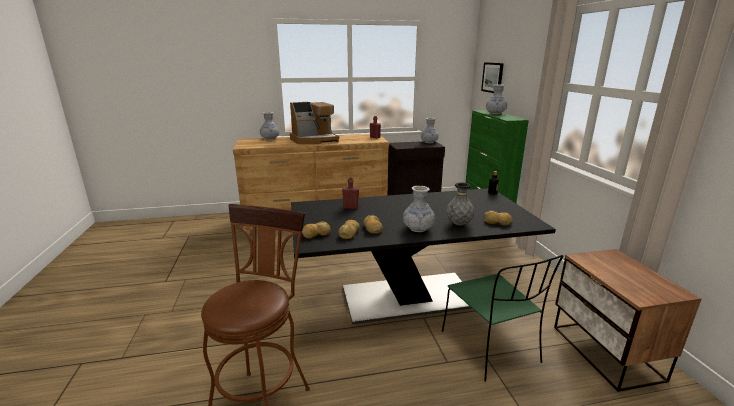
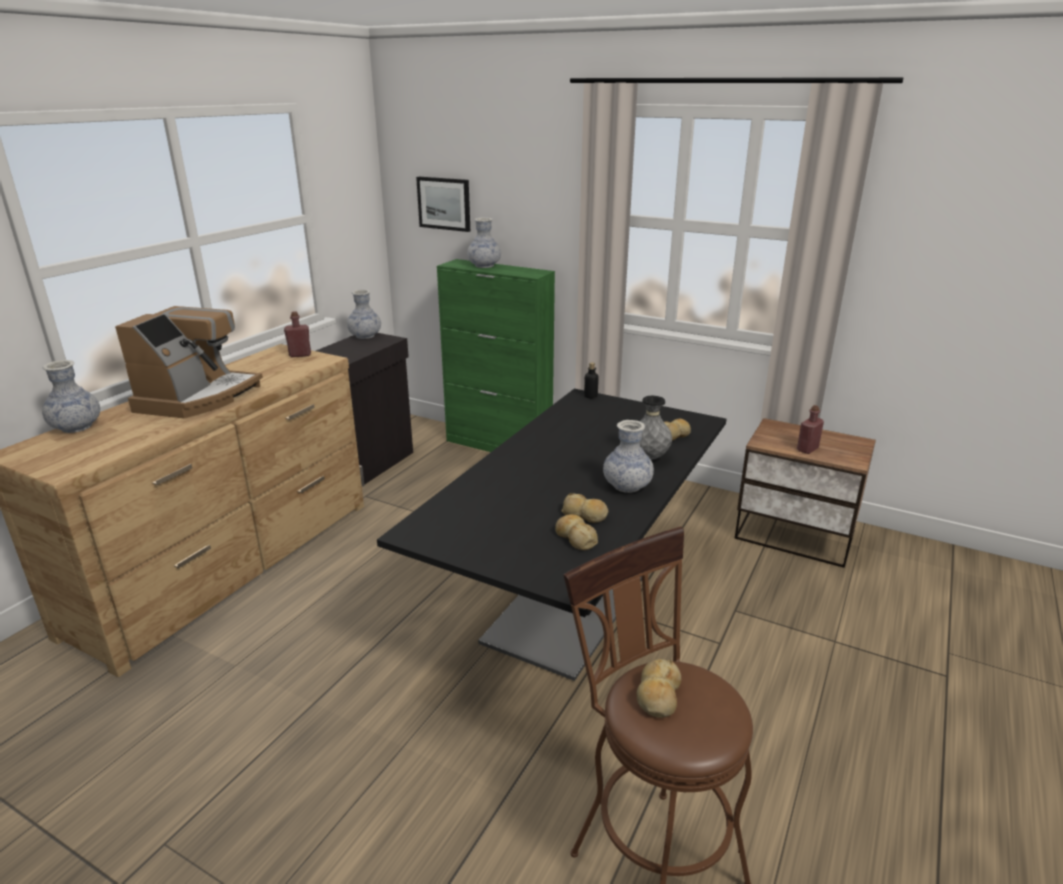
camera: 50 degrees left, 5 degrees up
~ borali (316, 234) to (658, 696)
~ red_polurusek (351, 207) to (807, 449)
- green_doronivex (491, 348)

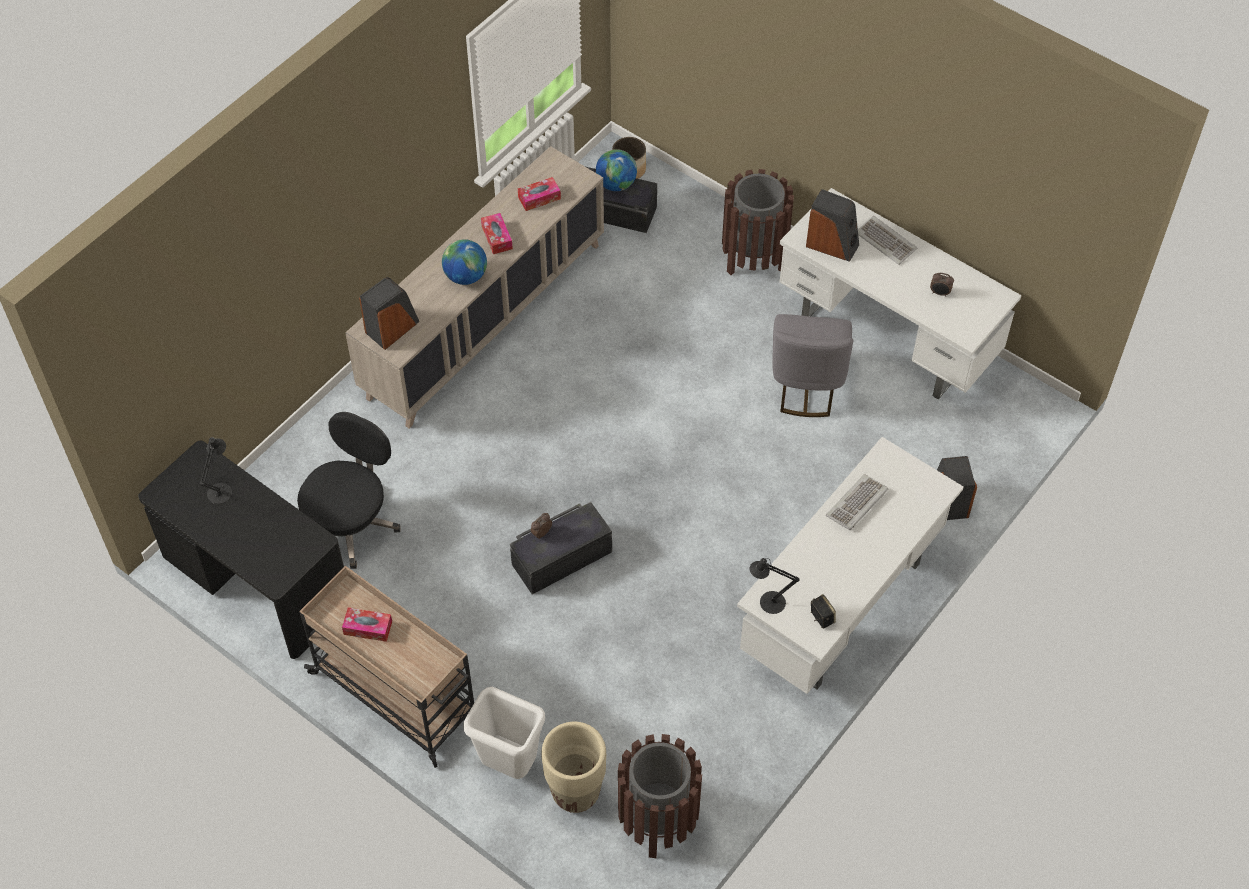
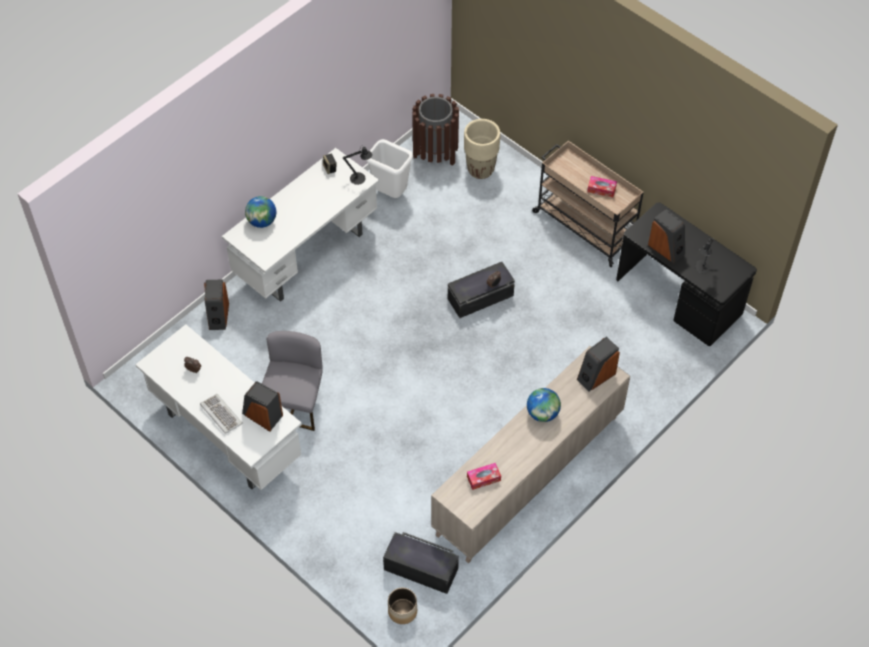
camera: 175 degrees left, 0 degrees up
~ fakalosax (616, 184) to (262, 221)
~ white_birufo (508, 764) to (391, 194)
+ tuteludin (666, 248)
- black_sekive (351, 522)
- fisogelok (497, 237)
- brown_birufo (753, 257)
- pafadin (857, 504)

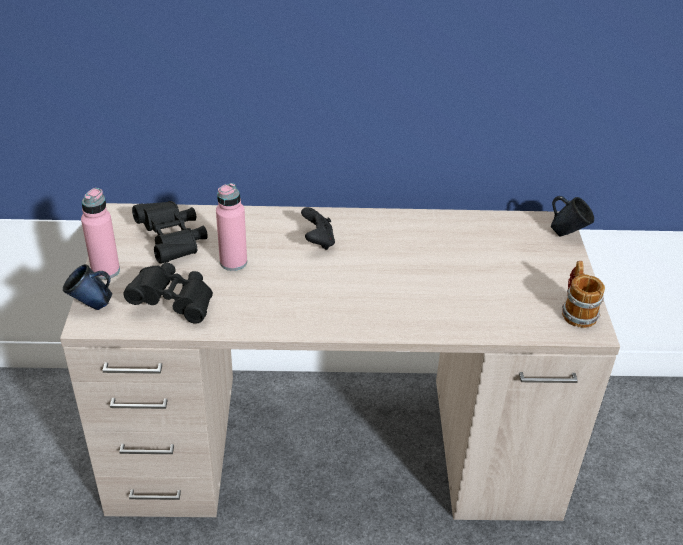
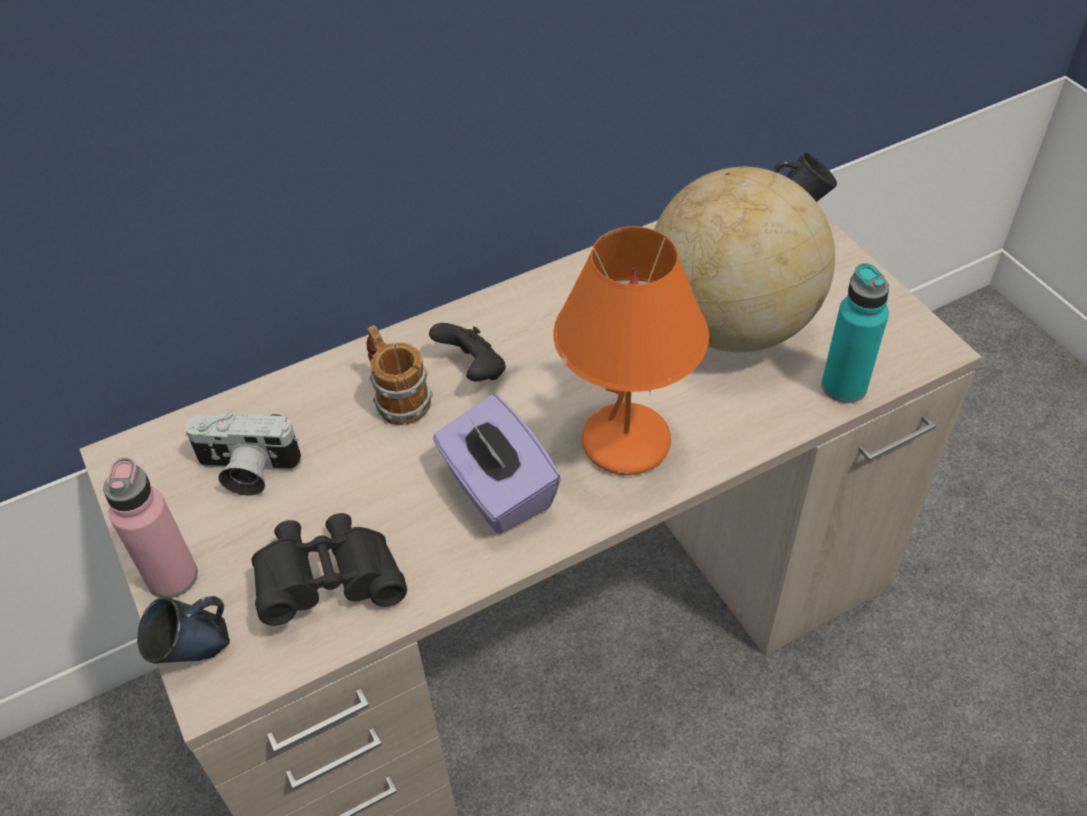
camera: 25 degrees left, 10 degrees up
~ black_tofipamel (173, 241) to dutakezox (246, 471)
~ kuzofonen (576, 311) to (397, 397)
+ purple_fisogelok (497, 490)
+ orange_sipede (626, 441)
+ fakalosax (730, 324)
+ turquoise_polurusek (844, 386)
- pink_polurusek (233, 262)

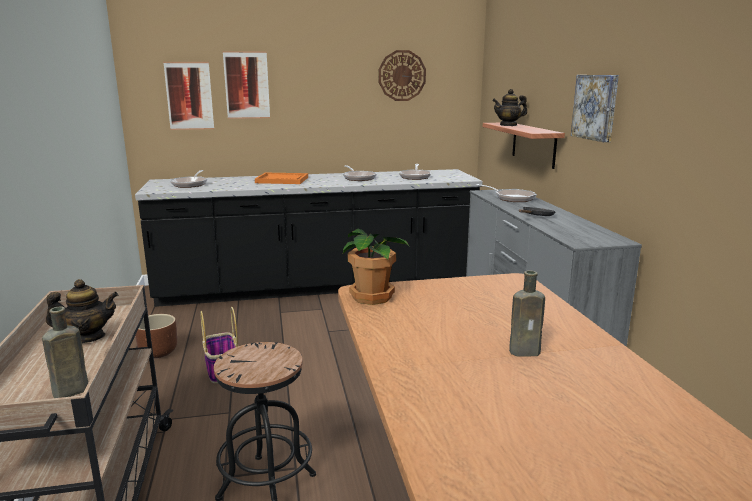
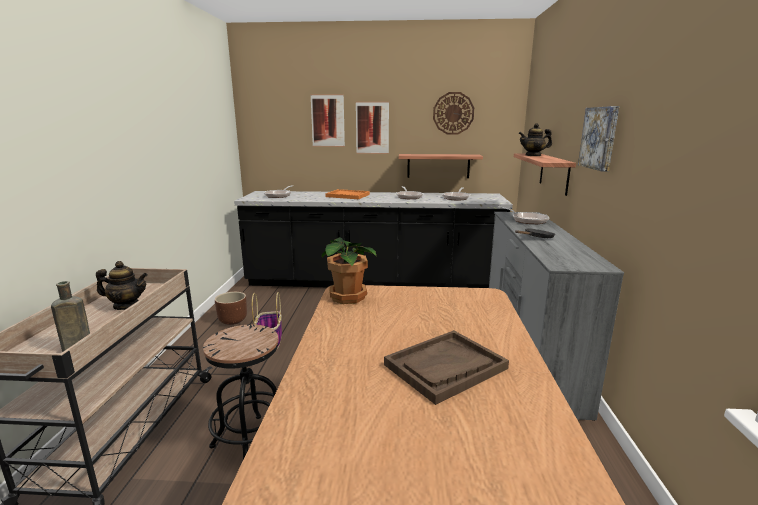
camera: 15 degrees right, 0 degrees up
~ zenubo (189, 96) to (372, 128)
~ brown_polurusek (527, 352) to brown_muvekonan (445, 367)
+ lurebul (438, 166)

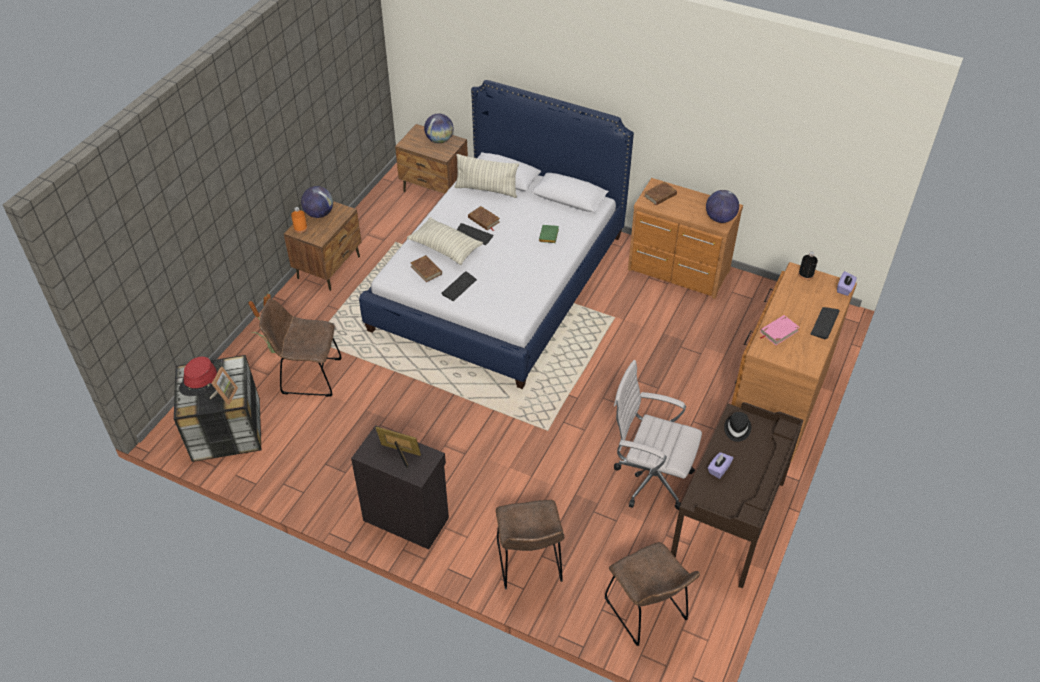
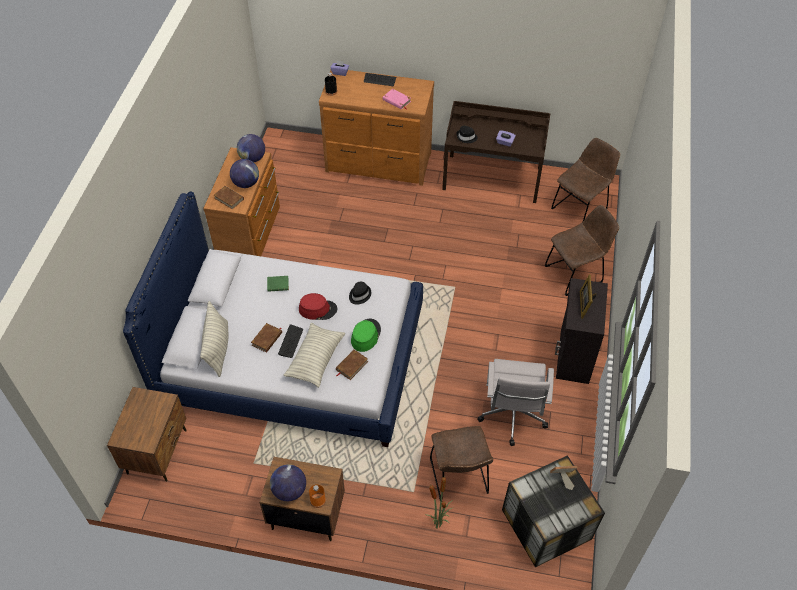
camera: 105 degrees left, 5 degrees up
~ fakalosax (439, 140) to (246, 183)
~ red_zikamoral (198, 380) to (318, 309)
+ black_zikamoral (359, 295)
~ pafadin (459, 287) to green_zikamoral (365, 335)
~ white_sekive (649, 478) to (512, 418)

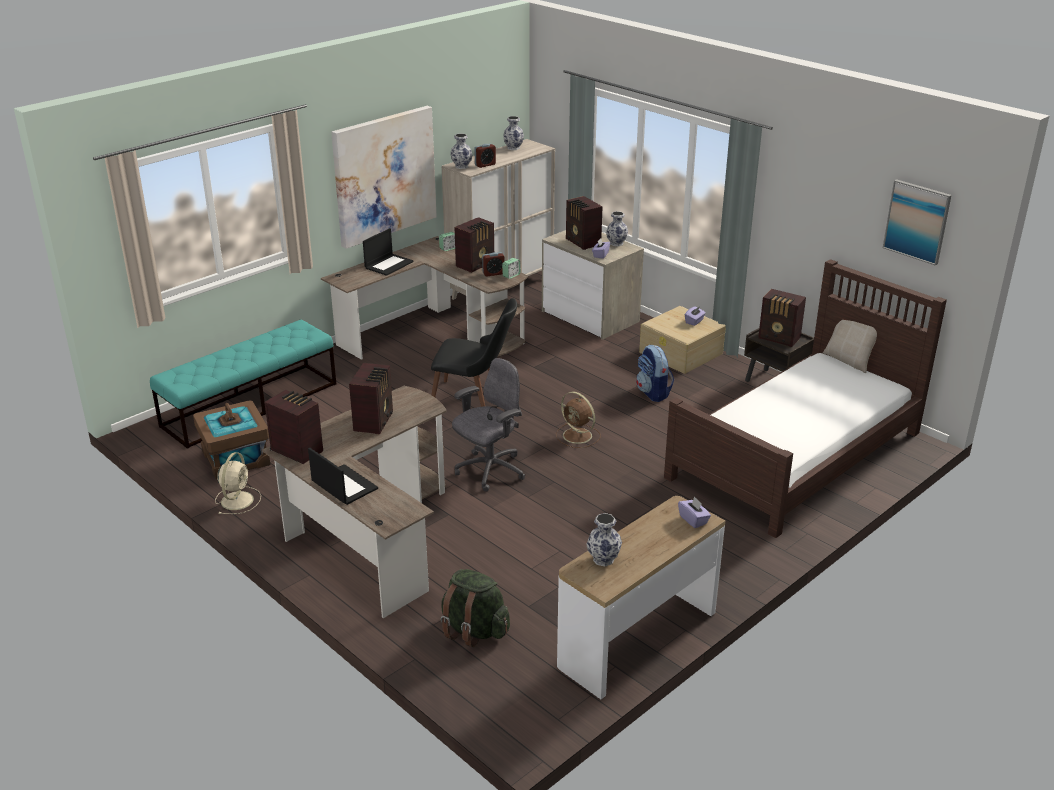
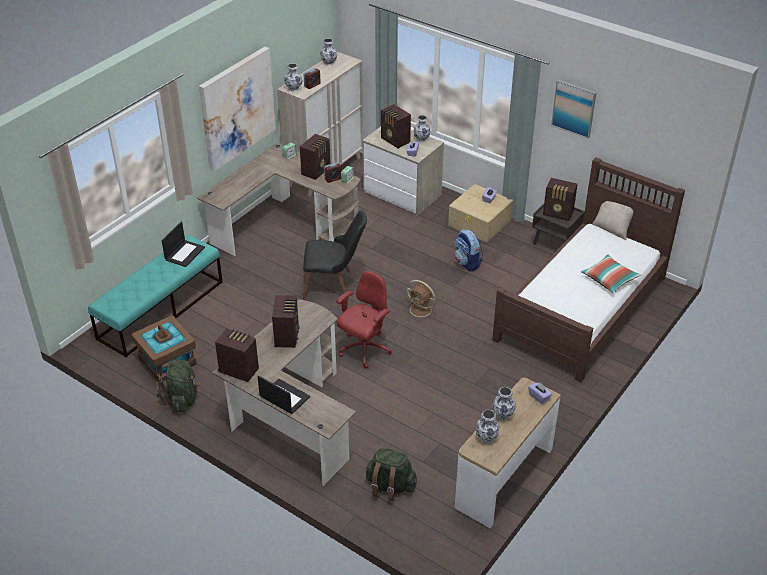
camera: 10 degrees left, 10 degrees up
~ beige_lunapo (238, 500) to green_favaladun (182, 399)
~ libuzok (389, 264) to (184, 253)
~ grey_sekive (489, 471) to red_sekive (364, 349)
+ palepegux (503, 415)
~ zenubo (917, 221) to (574, 108)
+ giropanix (609, 279)

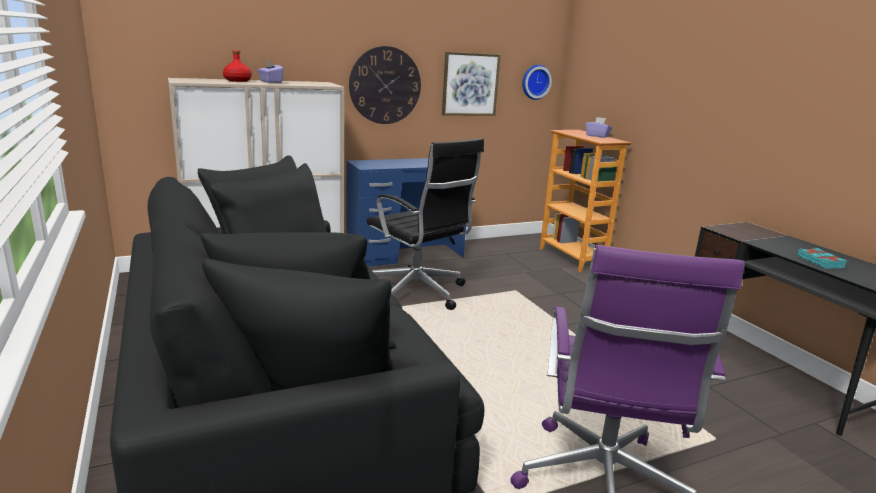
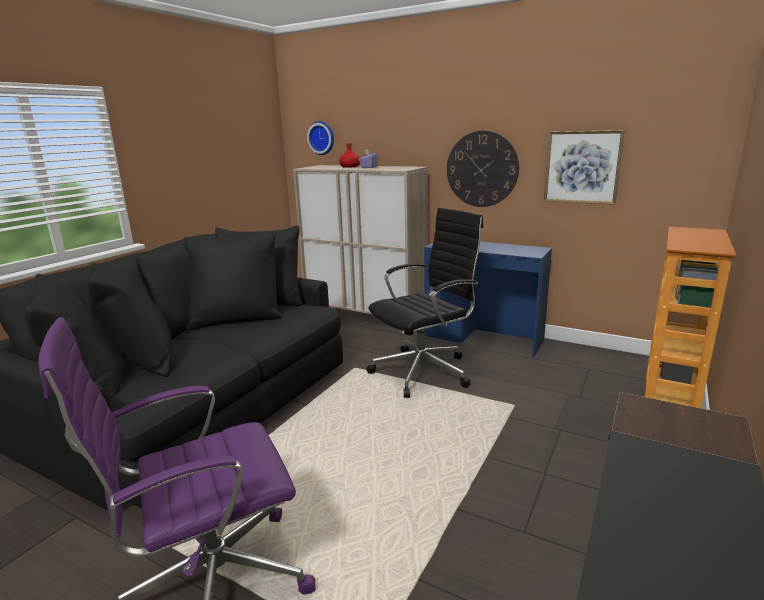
camera: 55 degrees right, 0 degrees up
~ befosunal (535, 82) to (322, 138)
~ black_sekive (418, 293) = (425, 371) 135 degrees counterclockwise
- purple_fisogelok (597, 136)
- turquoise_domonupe (820, 262)

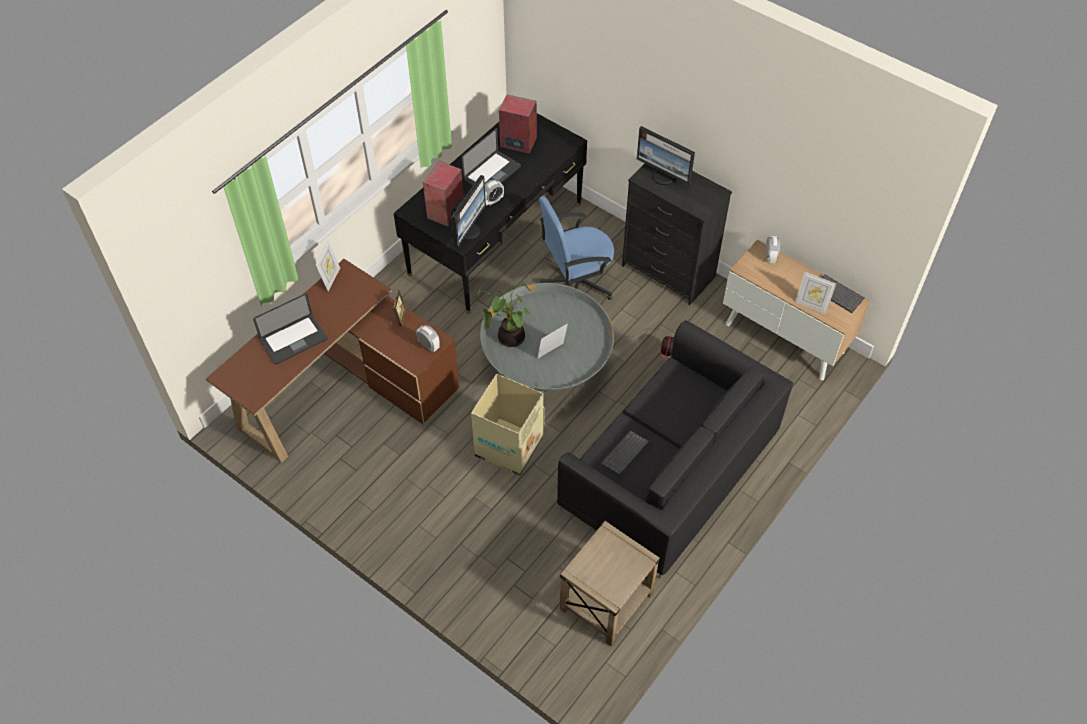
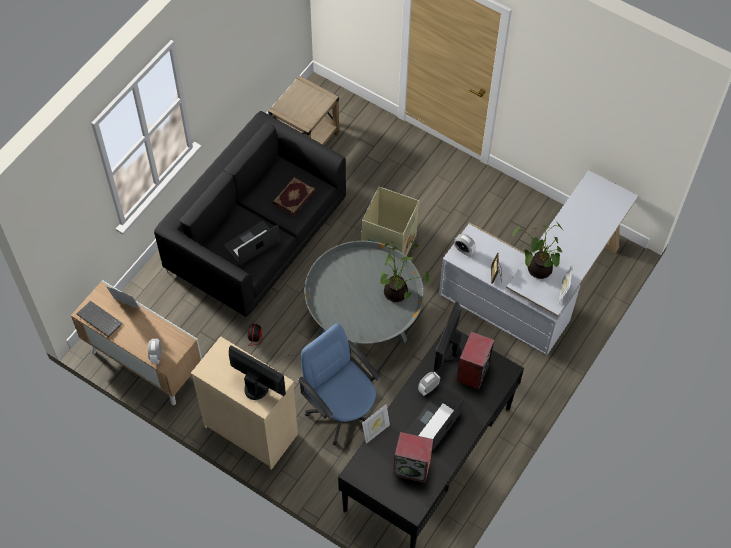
camera: 175 degrees right, 5 degrees up
~ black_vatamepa (668, 271) to beige_vatamepa (251, 430)
~ libuzok (294, 340) to (252, 244)
~ pafadin (625, 454) to domonupe (293, 197)
~ blue_sekive (576, 284) = (342, 410) 105 degrees counterclockwise
~ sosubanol (552, 353) to (375, 432)
~ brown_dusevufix (345, 389) to white_dusevufix (538, 288)
+ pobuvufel (537, 269)

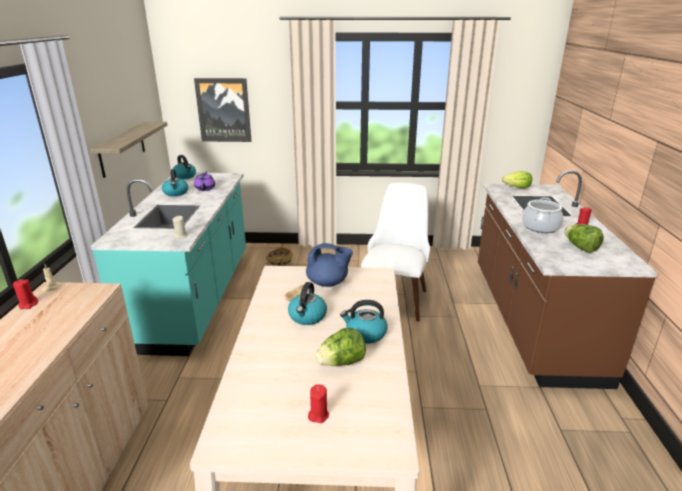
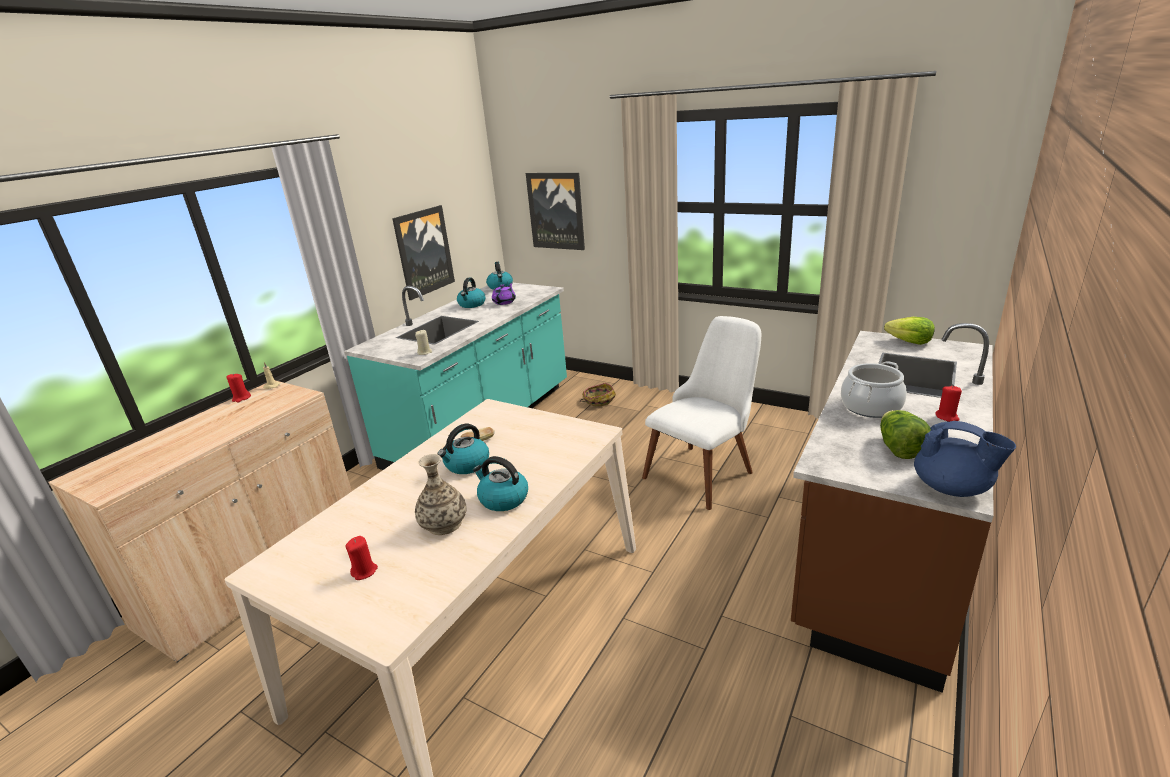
camera: 30 degrees right, 0 degrees up
~ lurebul (122, 148) to zenubo (423, 252)
~ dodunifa (341, 363) to palepegux (444, 524)
~ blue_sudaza (328, 283) to (952, 488)

